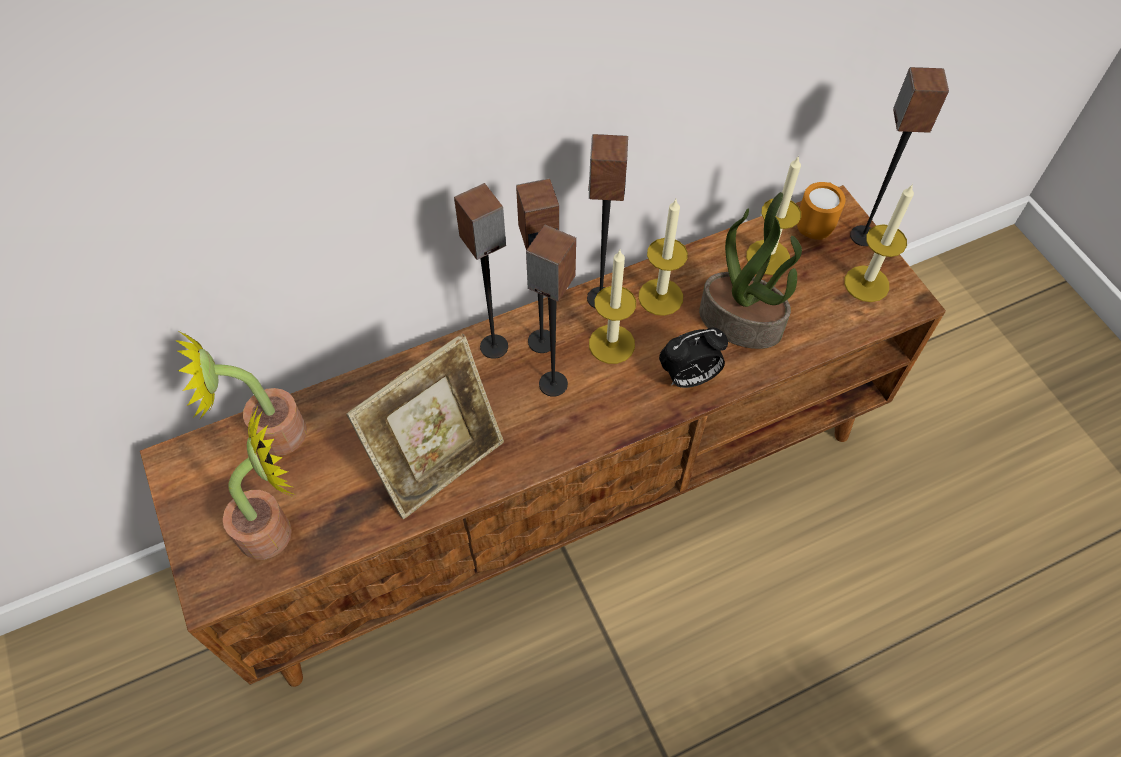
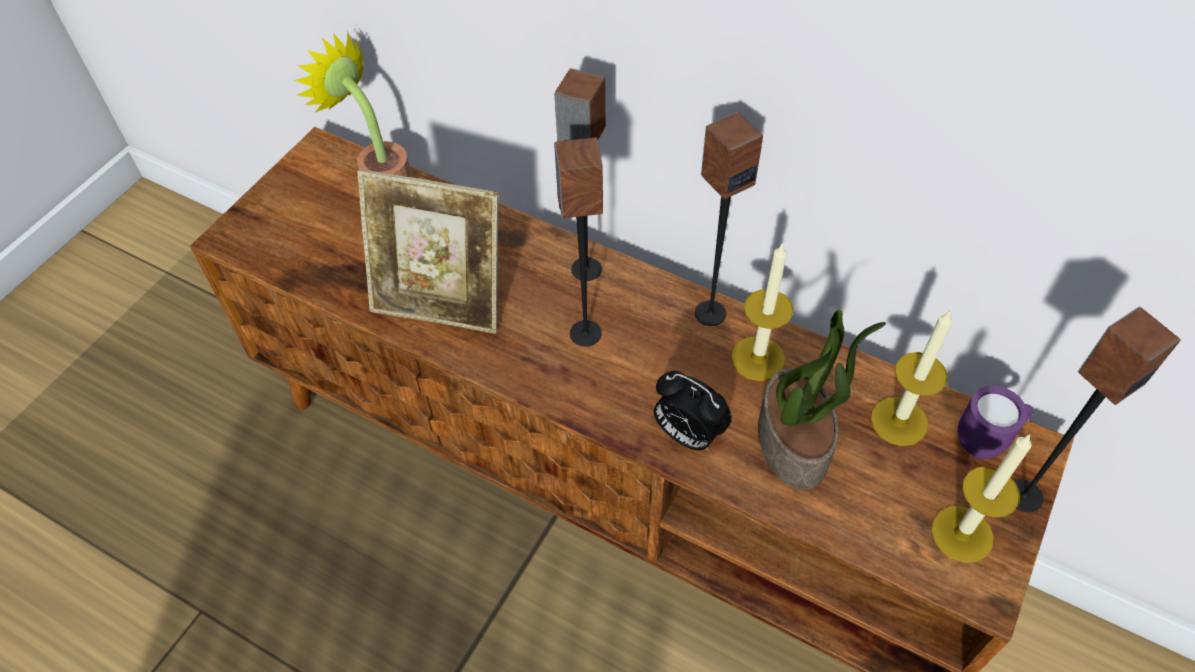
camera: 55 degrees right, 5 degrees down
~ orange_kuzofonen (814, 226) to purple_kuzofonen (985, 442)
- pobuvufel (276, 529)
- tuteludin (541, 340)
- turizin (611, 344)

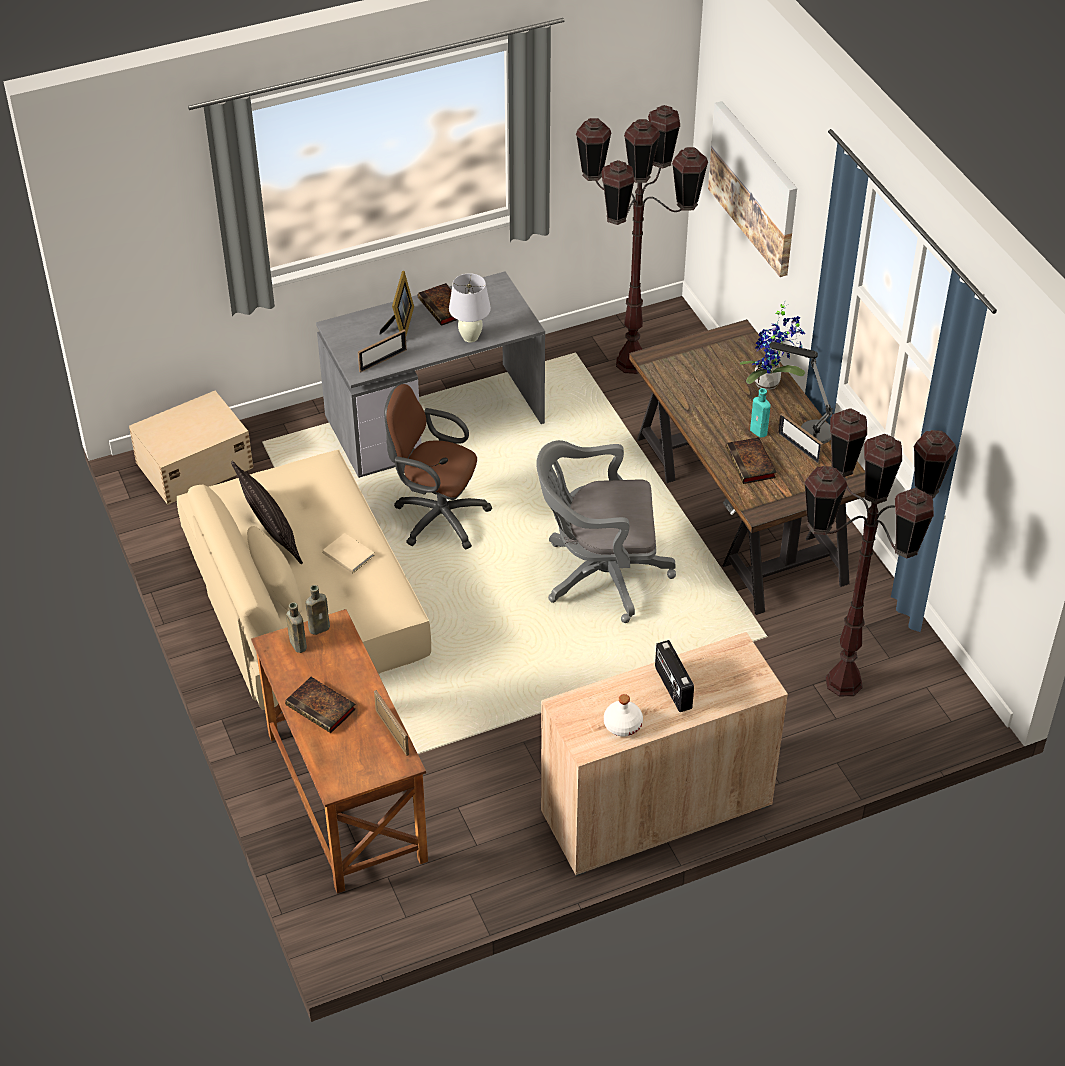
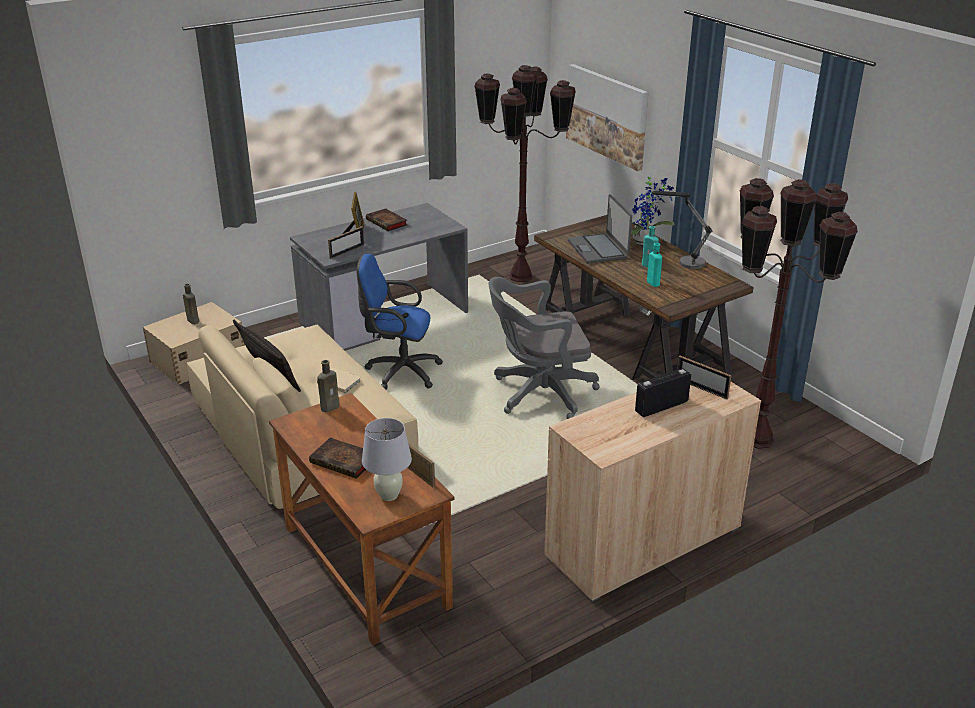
camera: 10 degrees left, 15 degrees down
~ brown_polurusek (297, 644) to (192, 320)
~ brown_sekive (436, 517) to blue_sekive (399, 372)
~ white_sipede (470, 337) to (389, 495)
+ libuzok (598, 249)
~ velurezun (672, 688) = (661, 406) 90 degrees clockwise
~ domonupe (751, 464) to turquoise_polurusek (652, 283)
~ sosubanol (798, 448) to (701, 388)
- white_polurusek (622, 724)

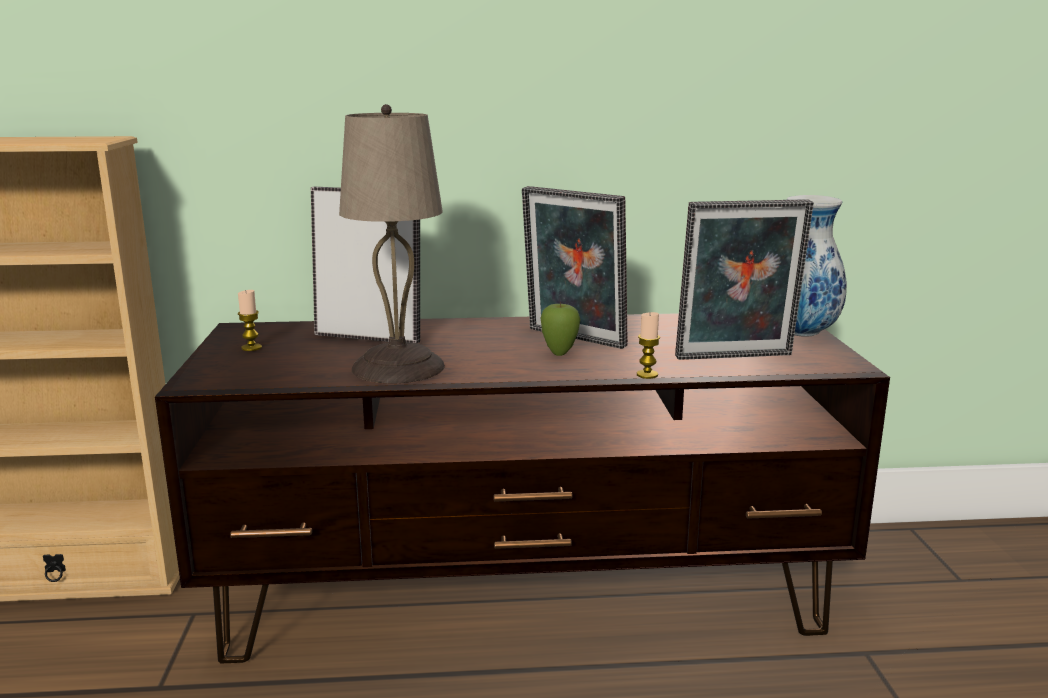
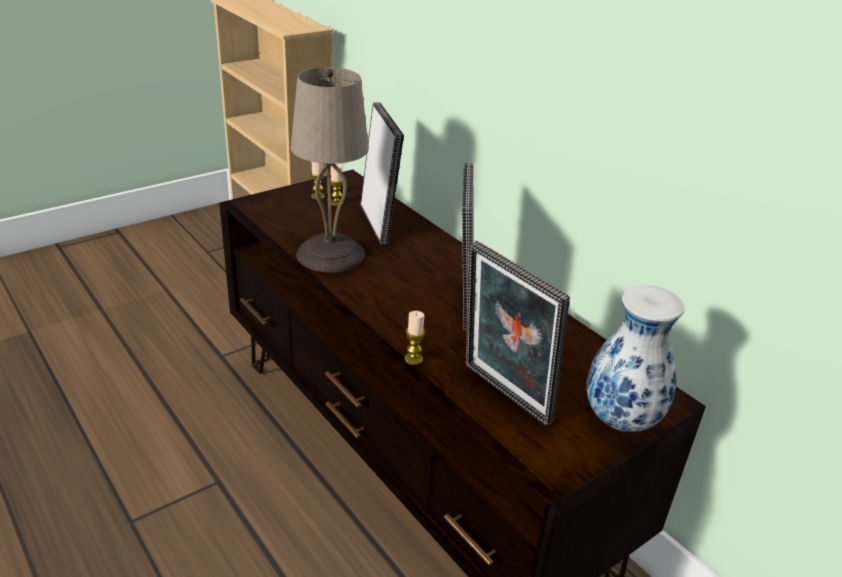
camera: 55 degrees right, 15 degrees up
+ turizin (336, 203)
- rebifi (559, 353)

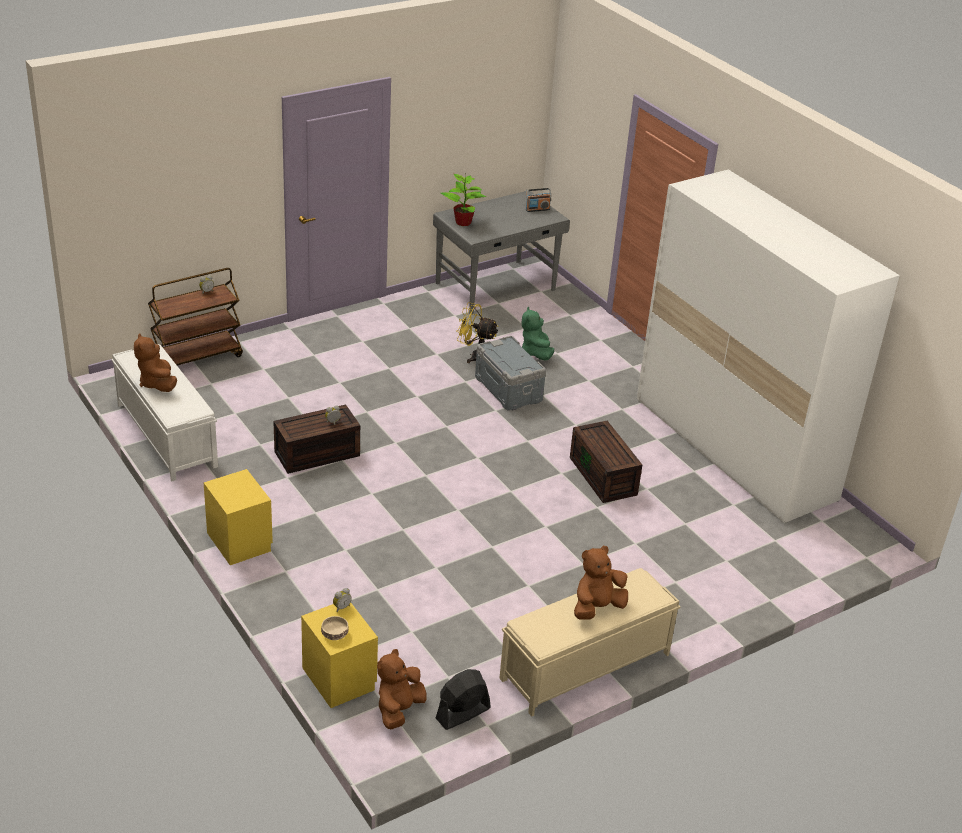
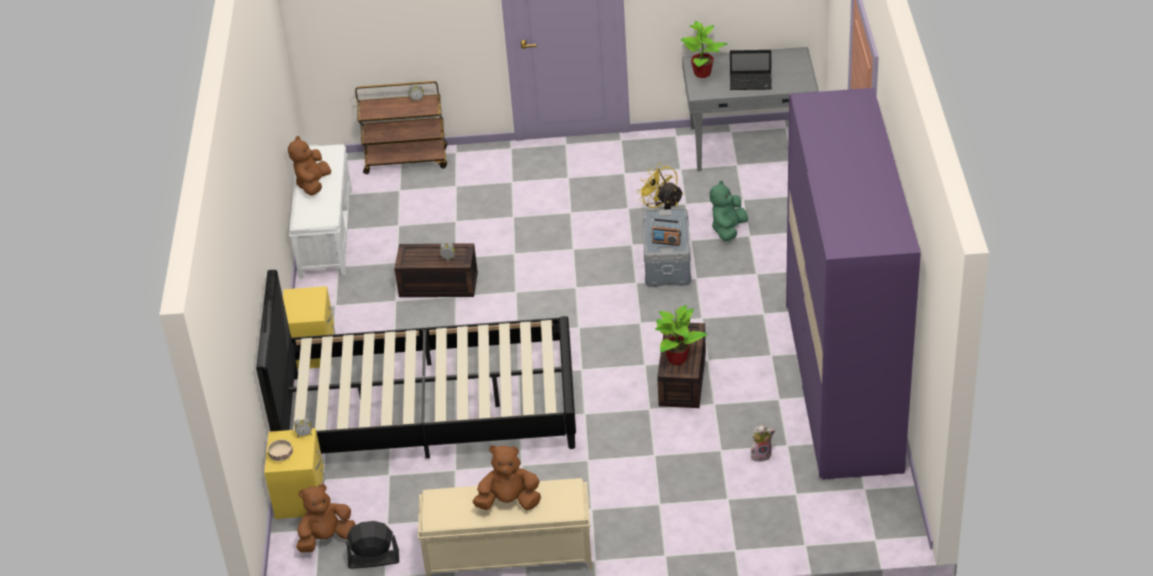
camera: 35 degrees right, 5 degrees up
+ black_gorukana (428, 411)
~ velurezun (537, 209) to (666, 242)
+ pobuvufel (677, 358)
+ libuzok (751, 82)
+ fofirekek (761, 454)
~ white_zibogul (734, 449) to purple_zibogul (842, 387)

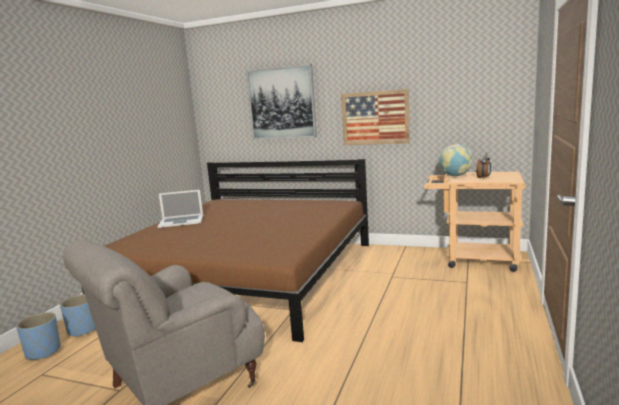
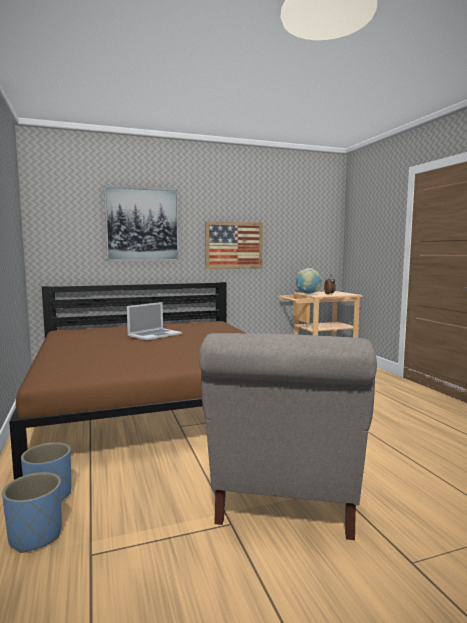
camera: 40 degrees left, 5 degrees down
~ libuzok (181, 221) to (154, 334)

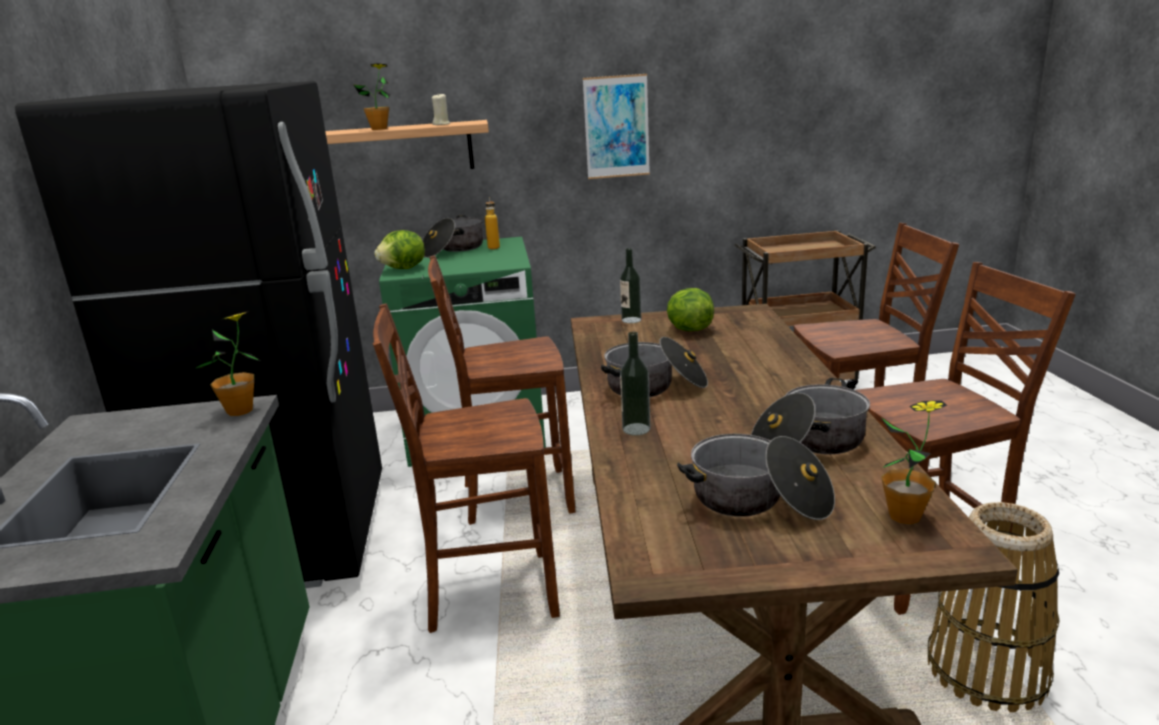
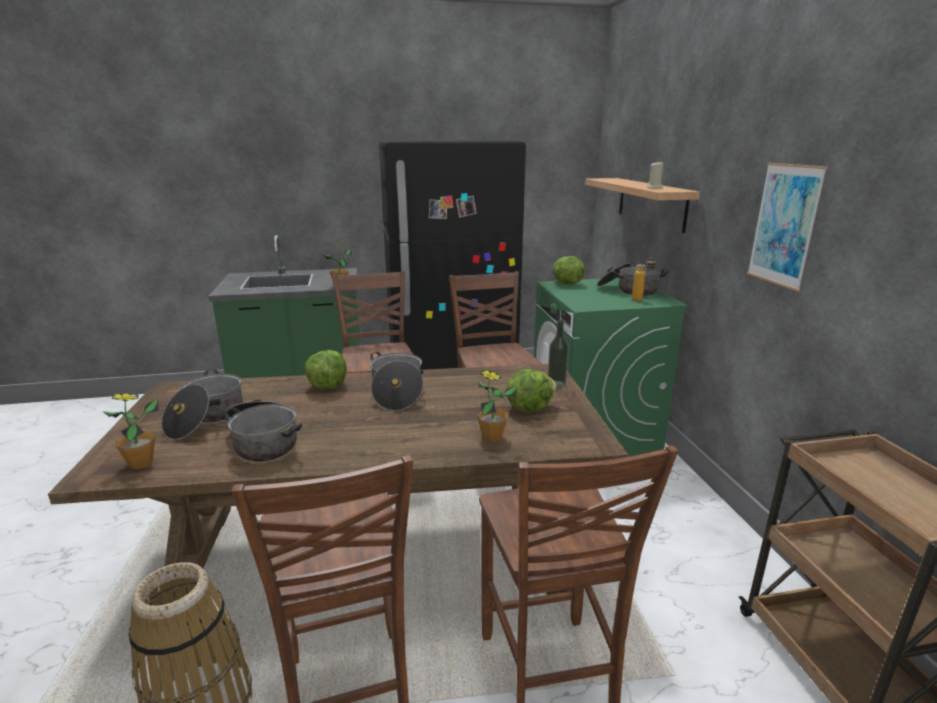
camera: 85 degrees right, 0 degrees up
~ polurusek (636, 429) to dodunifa (328, 386)
~ pobuvufel (379, 129) to (492, 437)

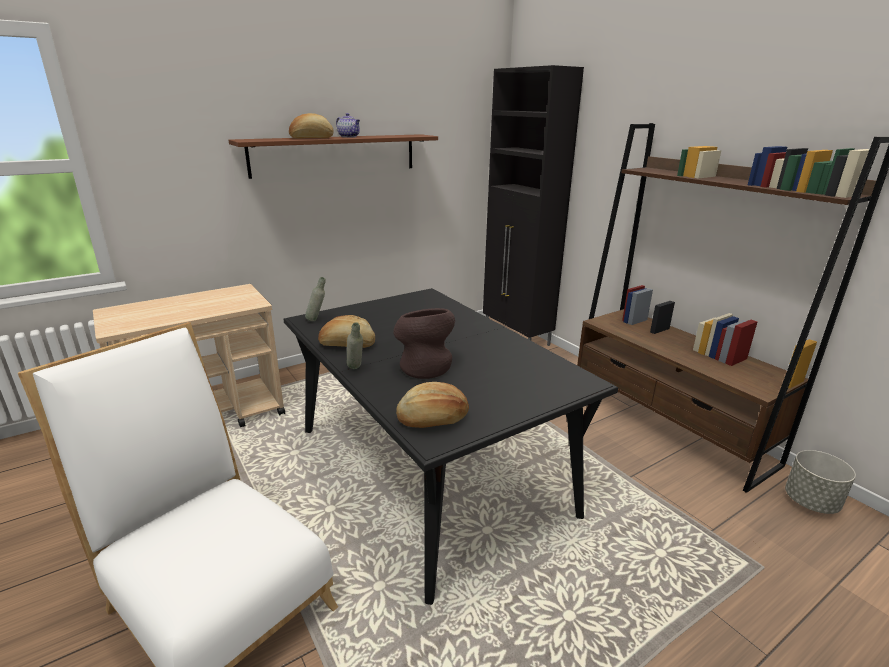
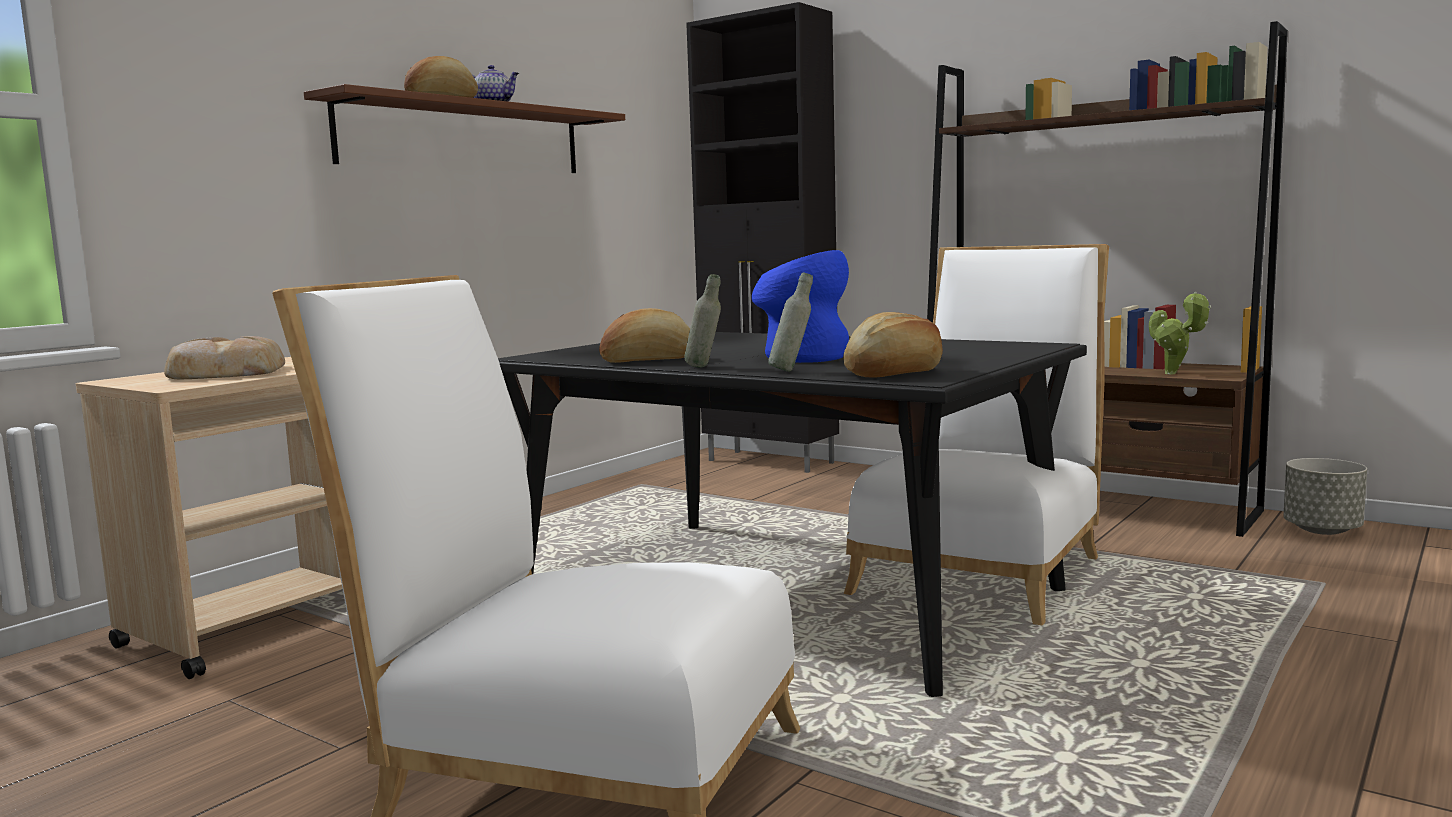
camera: 20 degrees left, 15 degrees down
+ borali (225, 373)
~ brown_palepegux (424, 365) to blue_palepegux (801, 357)
~ grey_polurusek (317, 320) to (792, 371)
+ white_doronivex (983, 571)
+ pobuvufel (1174, 374)

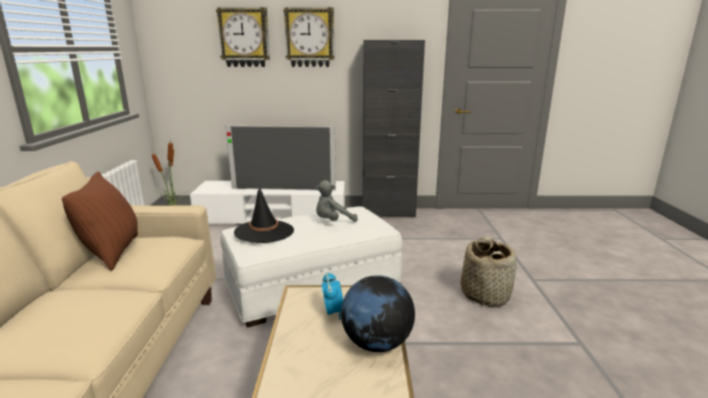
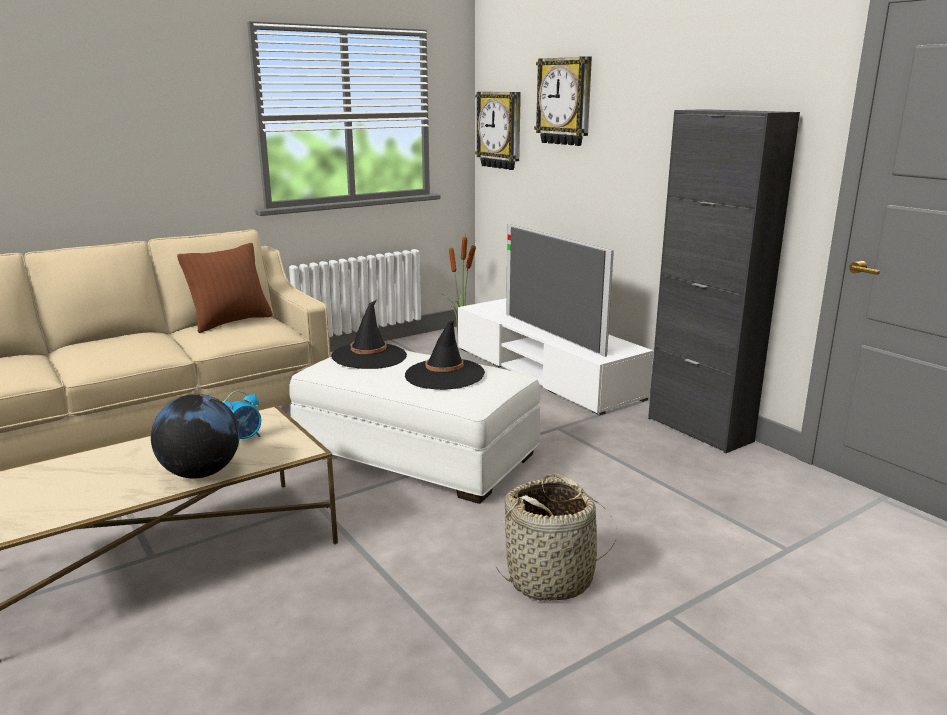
camera: 55 degrees right, 0 degrees up
~ grey_fofirekek (333, 221) to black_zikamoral (444, 375)
~ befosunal (310, 37) to (500, 130)

